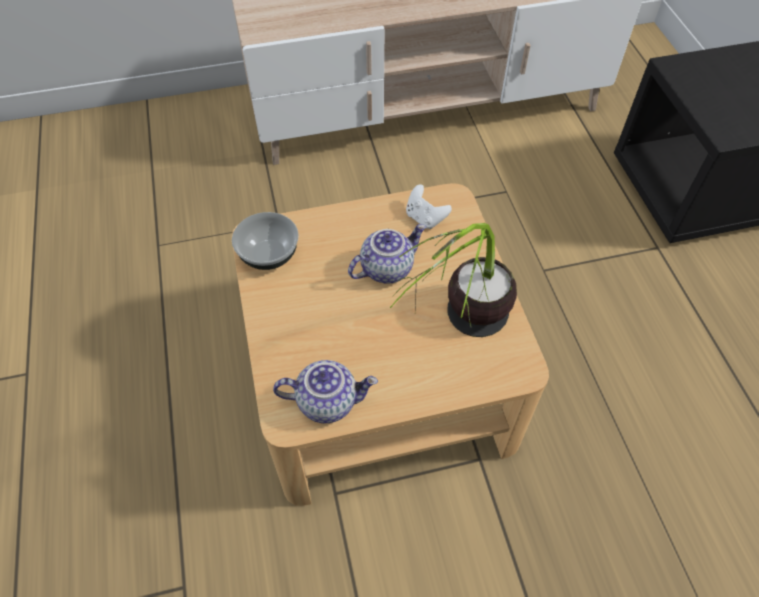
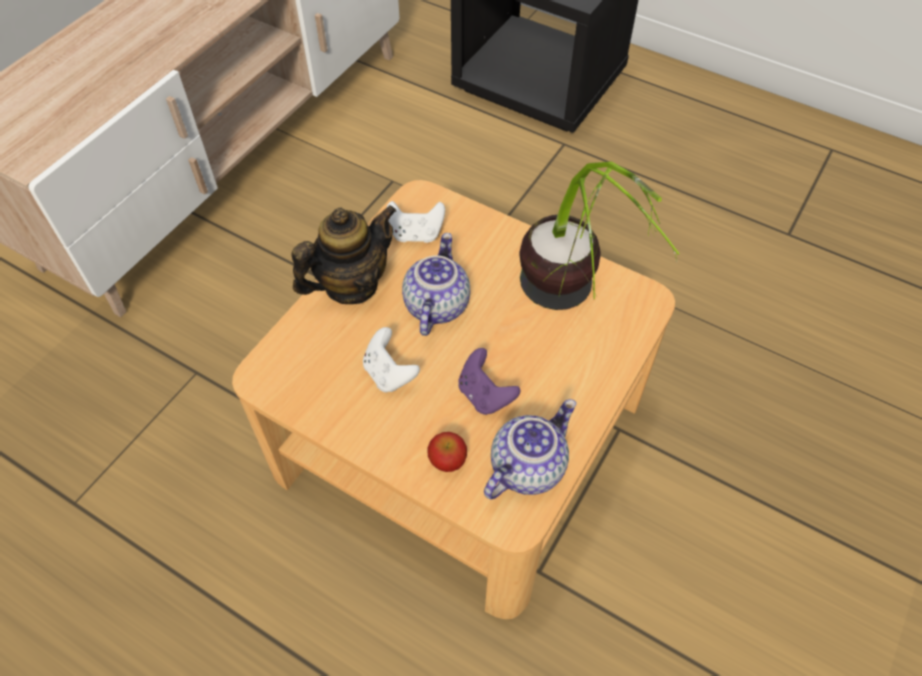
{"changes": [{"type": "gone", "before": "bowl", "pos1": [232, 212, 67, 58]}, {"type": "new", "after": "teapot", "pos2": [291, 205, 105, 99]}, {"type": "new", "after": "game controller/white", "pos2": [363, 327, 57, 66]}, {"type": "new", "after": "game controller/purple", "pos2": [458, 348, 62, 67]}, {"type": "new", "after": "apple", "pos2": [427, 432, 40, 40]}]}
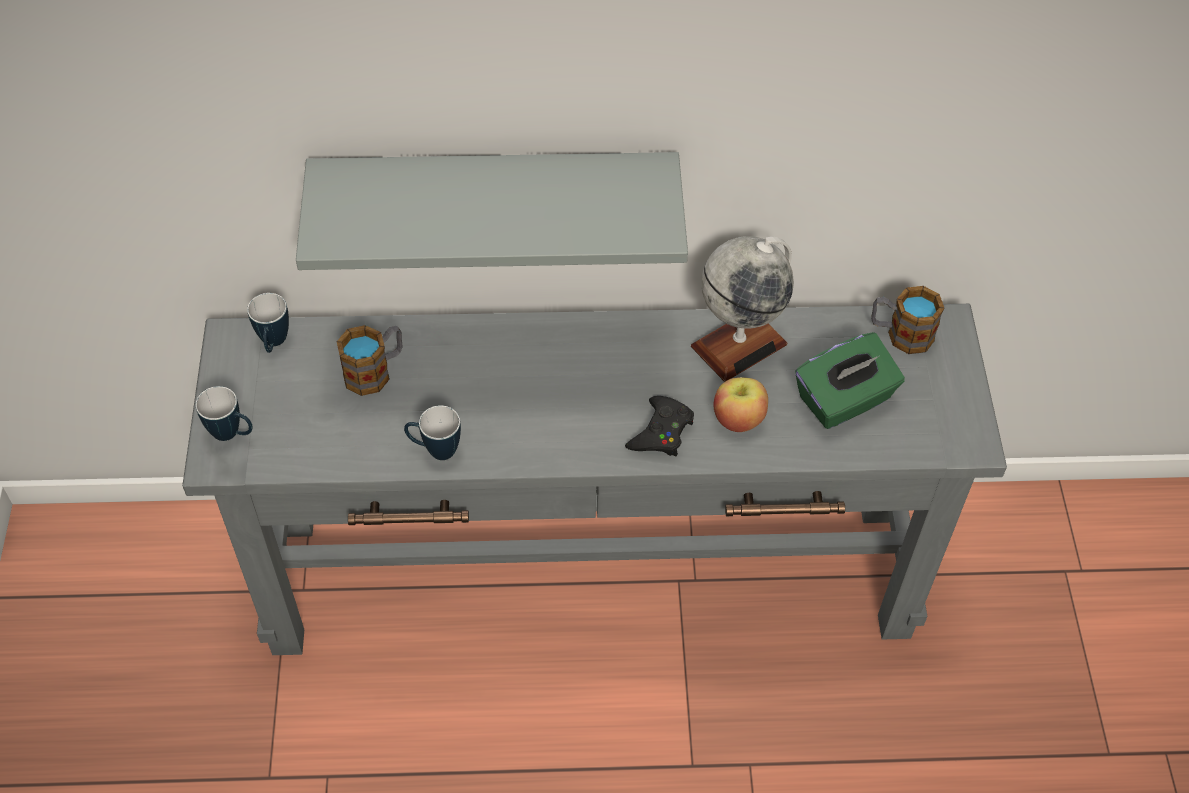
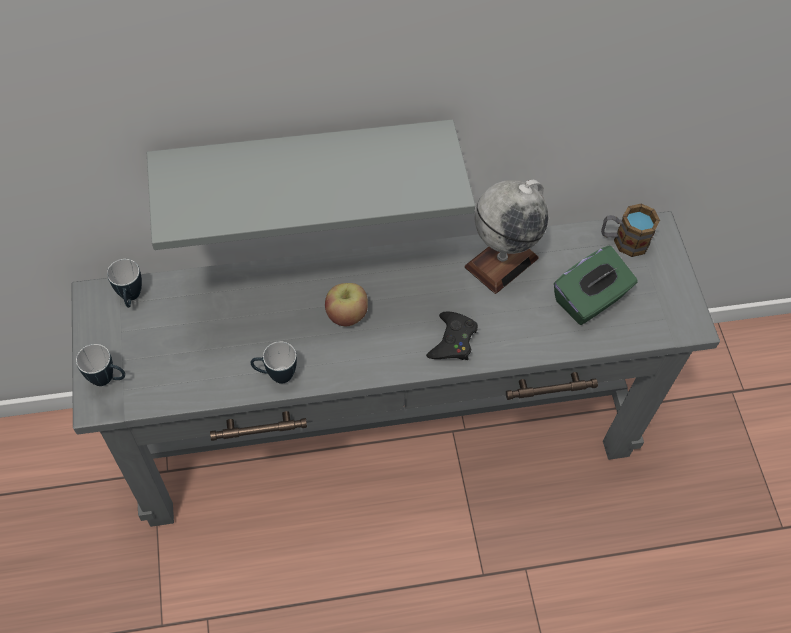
{"changes": [{"type": "gone", "before": "mug", "pos1": [337, 325, 65, 71]}, {"type": "shifted", "before": "apple", "pos1": [714, 377, 54, 55], "pos2": [325, 283, 43, 43]}]}
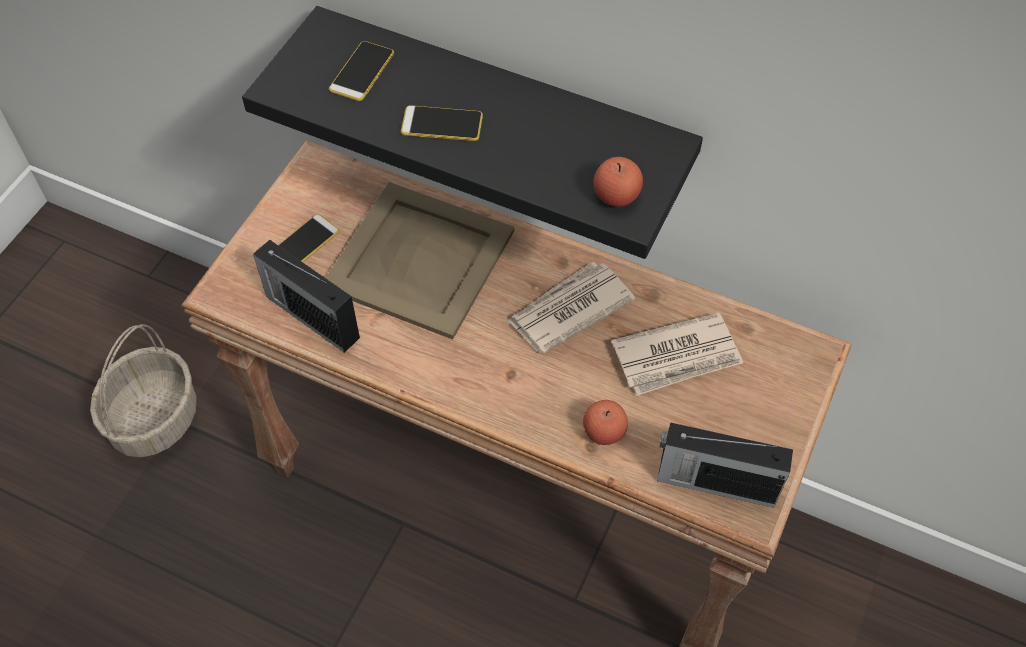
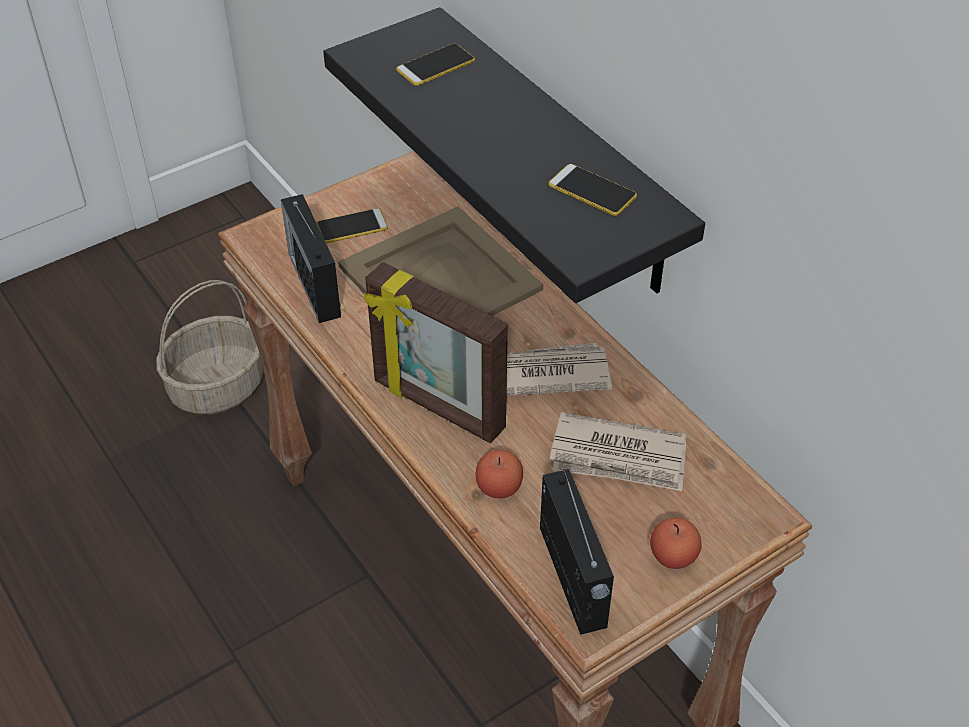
{"changes": [{"type": "shifted", "before": "phone", "pos1": [401, 105, 82, 36], "pos2": [548, 164, 89, 52]}, {"type": "shifted", "before": "apple", "pos1": [594, 157, 49, 50], "pos2": [650, 517, 52, 52]}, {"type": "rotated", "before": "radio", "pos1": [657, 422, 136, 86], "pos2": [540, 469, 74, 166], "turn": -150}, {"type": "new", "after": "picture frame", "pos2": [364, 262, 144, 182]}]}
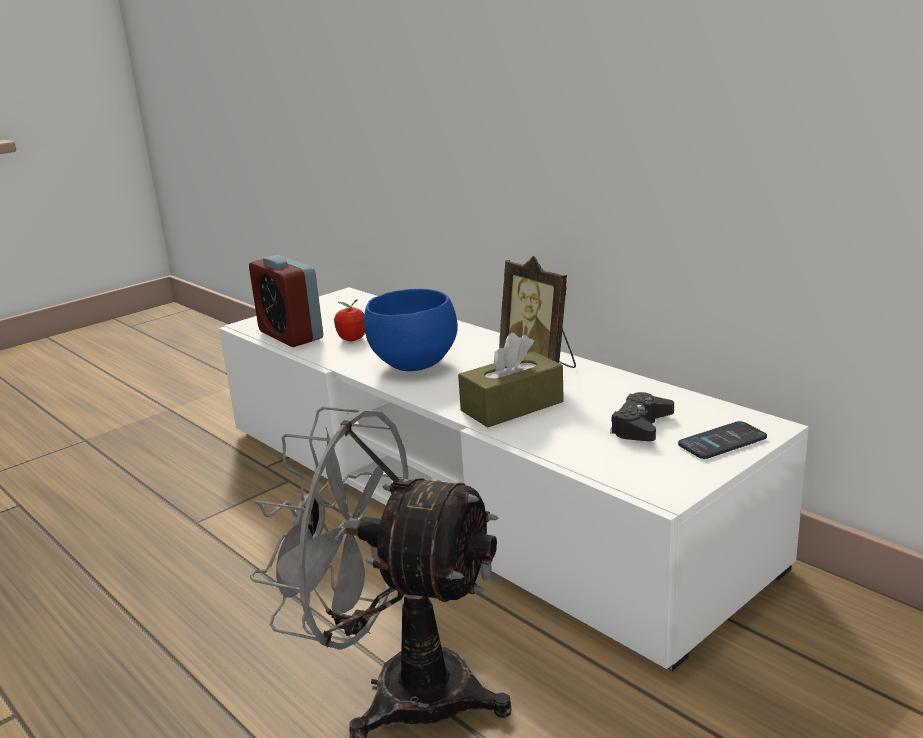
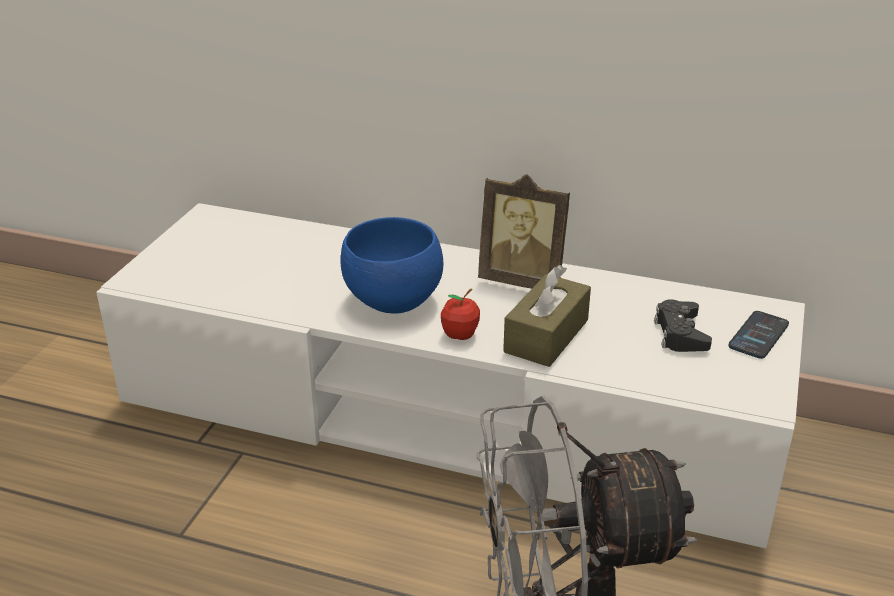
{"changes": [{"type": "gone", "before": "alarm clock", "pos1": [249, 255, 74, 92]}, {"type": "shifted", "before": "apple", "pos1": [334, 299, 31, 42], "pos2": [441, 289, 39, 51]}]}
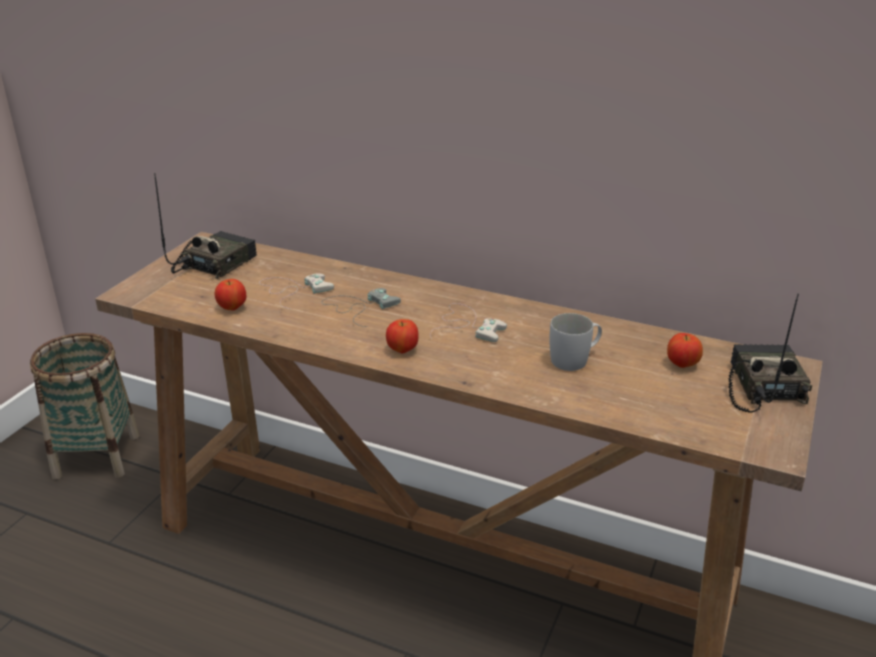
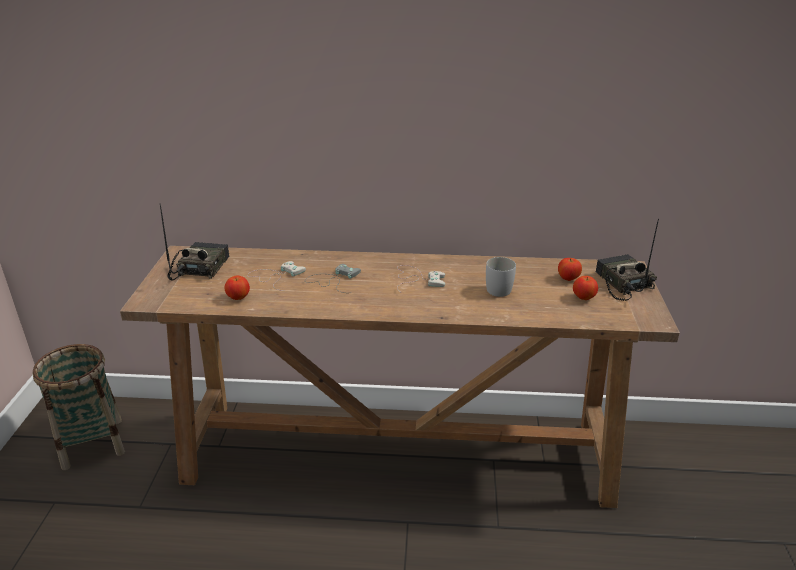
{"changes": [{"type": "shifted", "before": "apple", "pos1": [386, 319, 33, 35], "pos2": [573, 276, 25, 24]}]}
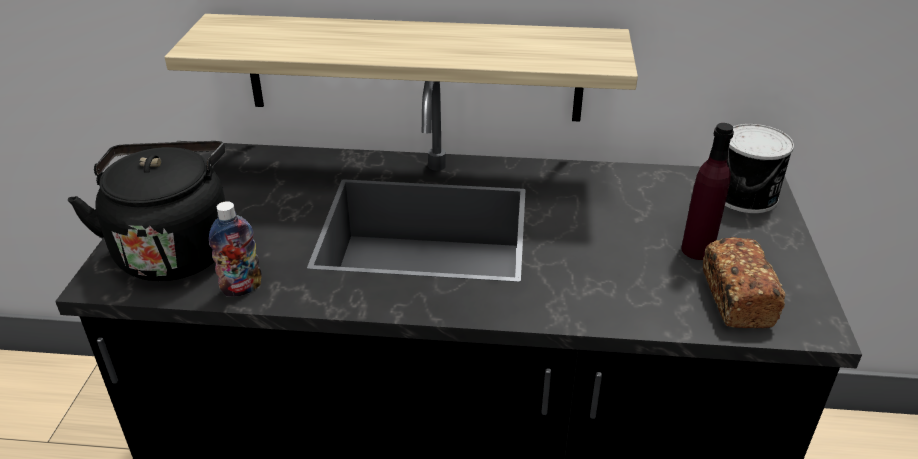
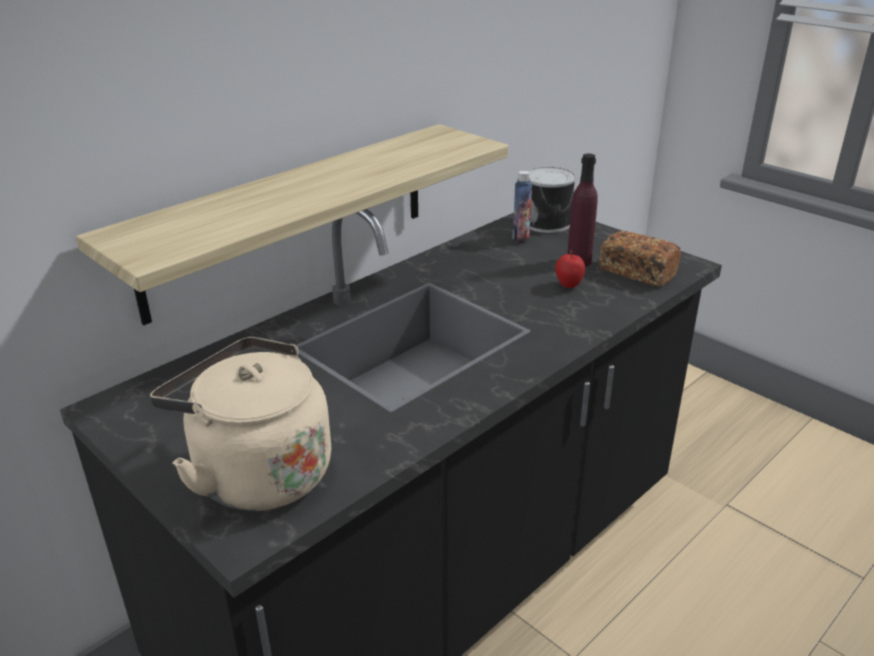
{"changes": [{"type": "repainted", "before": "kettle/black", "after": "kettle/beige", "pos1": [68, 141, 158, 140], "pos2": [150, 337, 181, 174]}, {"type": "shifted", "before": "bottle", "pos1": [209, 201, 52, 96], "pos2": [513, 170, 19, 73]}, {"type": "new", "after": "apple", "pos2": [555, 250, 30, 38]}]}
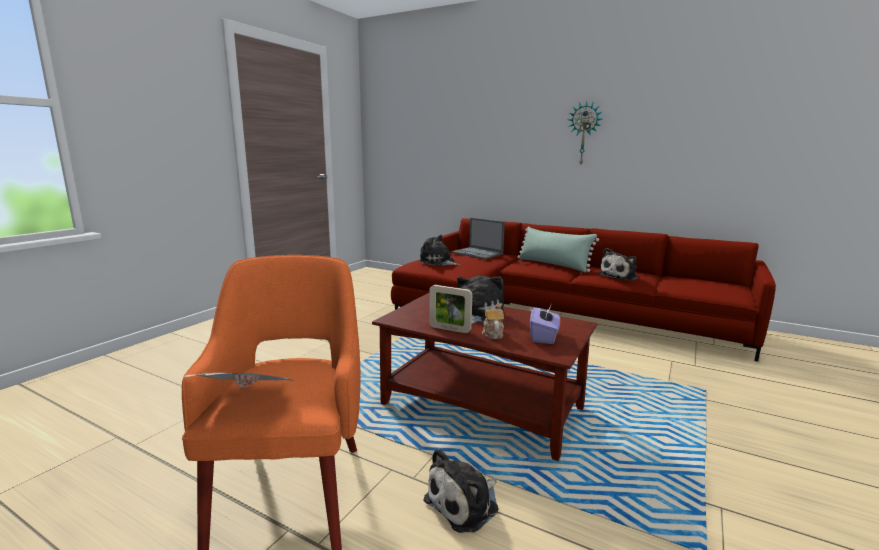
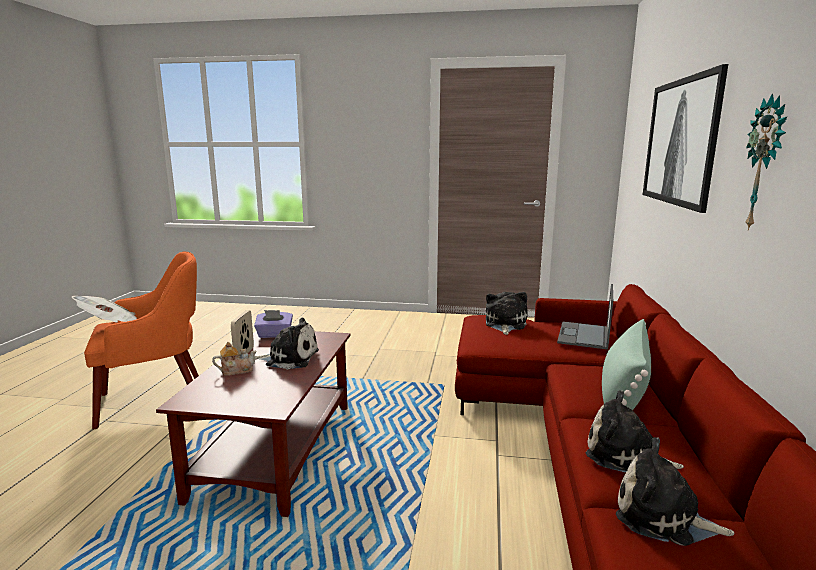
{"changes": [{"type": "shifted", "before": "tissue box/purple", "pos1": [530, 306, 30, 38], "pos2": [254, 310, 39, 28]}, {"type": "shifted", "before": "plush toy", "pos1": [423, 448, 76, 85], "pos2": [616, 437, 119, 109]}, {"type": "new", "after": "picture", "pos2": [643, 64, 85, 149]}]}
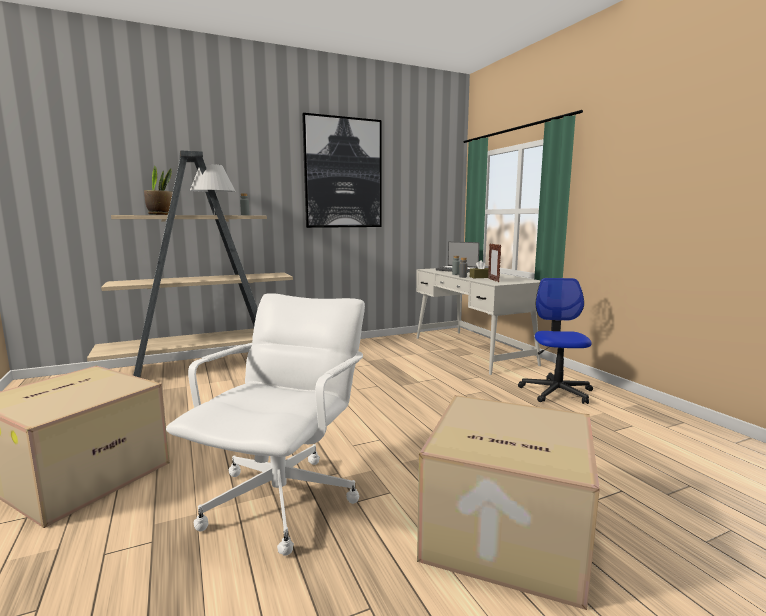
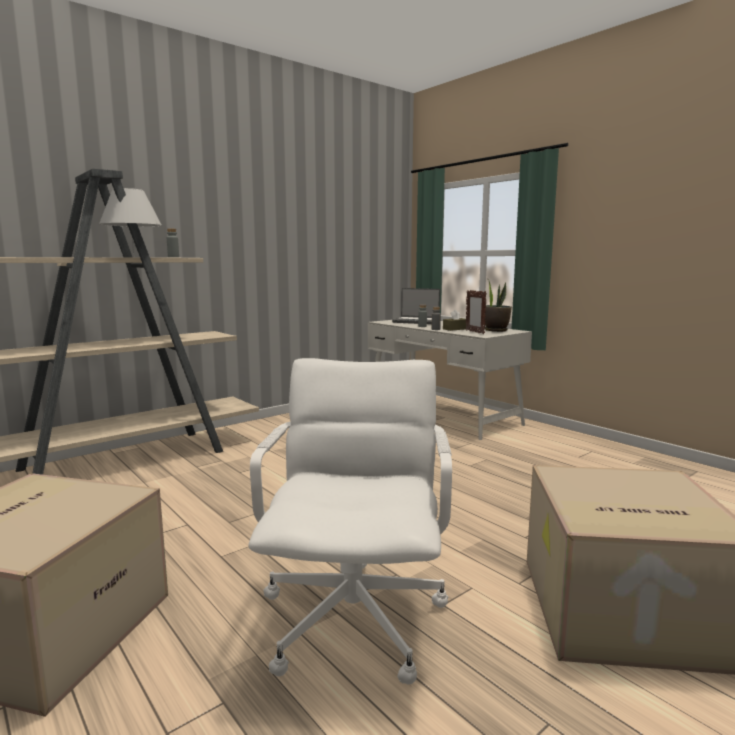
{"changes": [{"type": "gone", "before": "picture", "pos1": [302, 113, 80, 115]}, {"type": "shifted", "before": "potted plant", "pos1": [144, 165, 29, 50], "pos2": [484, 281, 28, 51]}, {"type": "gone", "before": "office chair", "pos1": [518, 278, 75, 126]}]}
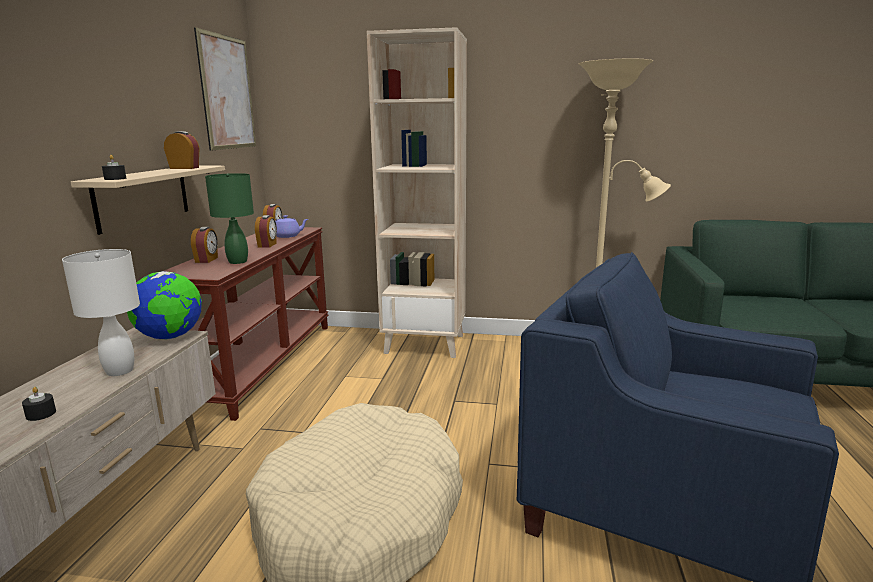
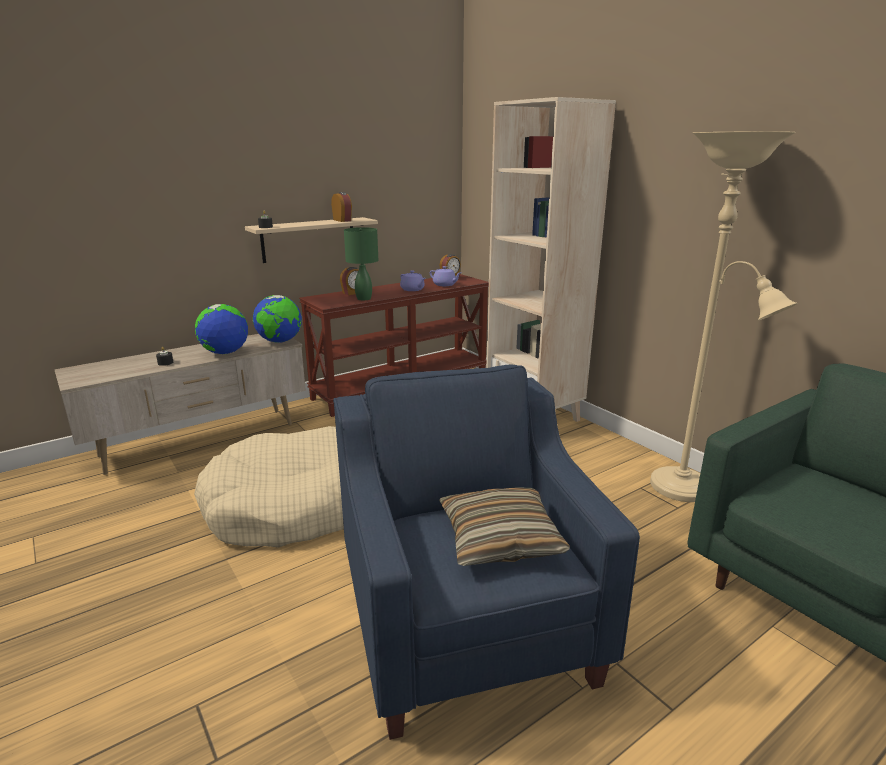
{"changes": [{"type": "gone", "before": "picture", "pos1": [194, 27, 62, 124]}, {"type": "swapped", "before": "alarm clock", "after": "teapot/purple", "pos1": [255, 215, 22, 32], "pos2": [400, 271, 25, 20]}, {"type": "swapped", "before": "table lamp/white", "after": "globe", "pos1": [62, 249, 78, 127], "pos2": [195, 304, 53, 50]}, {"type": "new", "after": "pillow", "pos2": [439, 487, 131, 79]}]}
